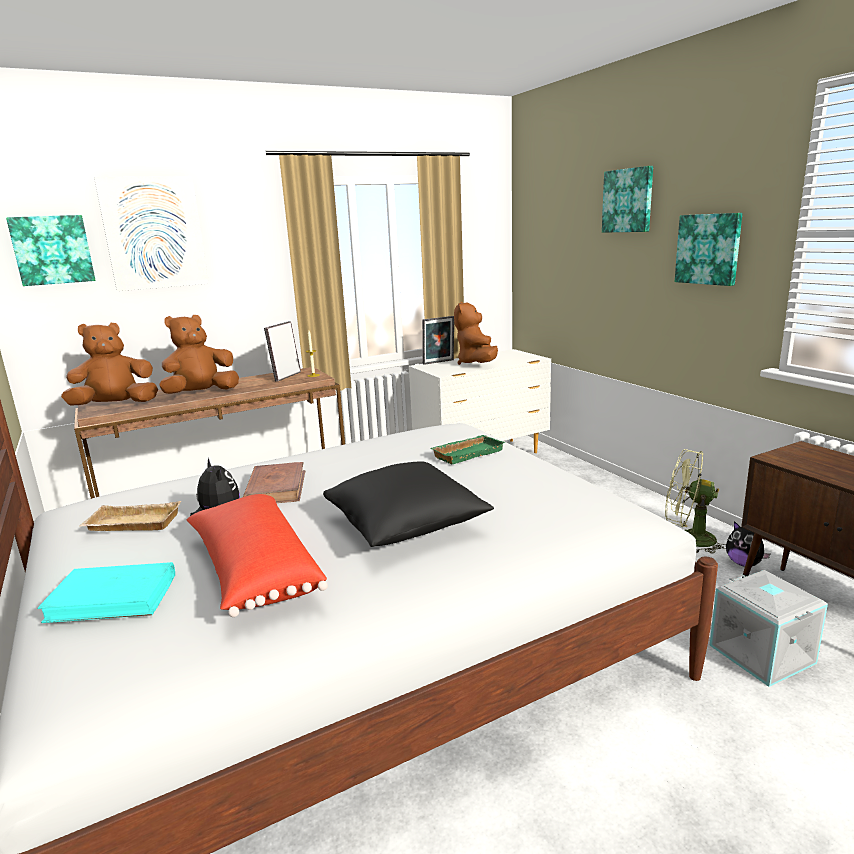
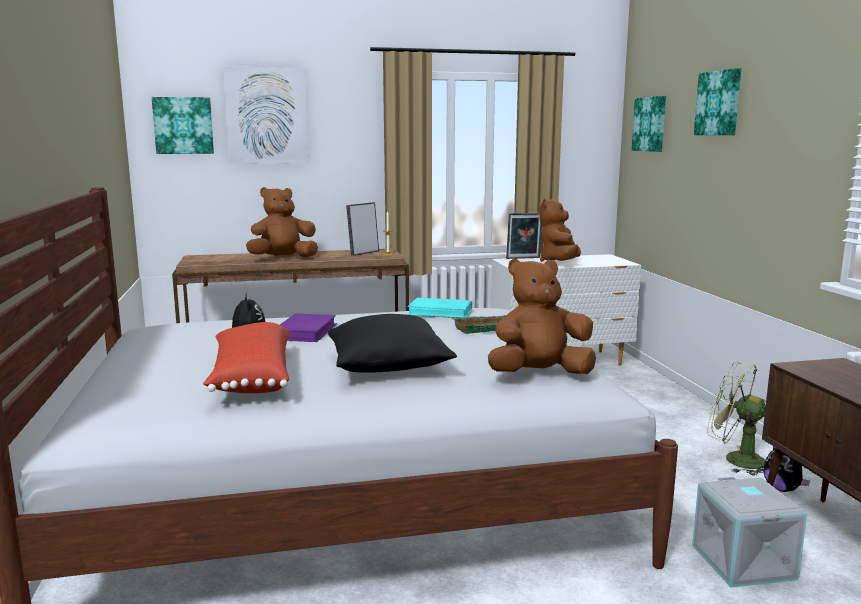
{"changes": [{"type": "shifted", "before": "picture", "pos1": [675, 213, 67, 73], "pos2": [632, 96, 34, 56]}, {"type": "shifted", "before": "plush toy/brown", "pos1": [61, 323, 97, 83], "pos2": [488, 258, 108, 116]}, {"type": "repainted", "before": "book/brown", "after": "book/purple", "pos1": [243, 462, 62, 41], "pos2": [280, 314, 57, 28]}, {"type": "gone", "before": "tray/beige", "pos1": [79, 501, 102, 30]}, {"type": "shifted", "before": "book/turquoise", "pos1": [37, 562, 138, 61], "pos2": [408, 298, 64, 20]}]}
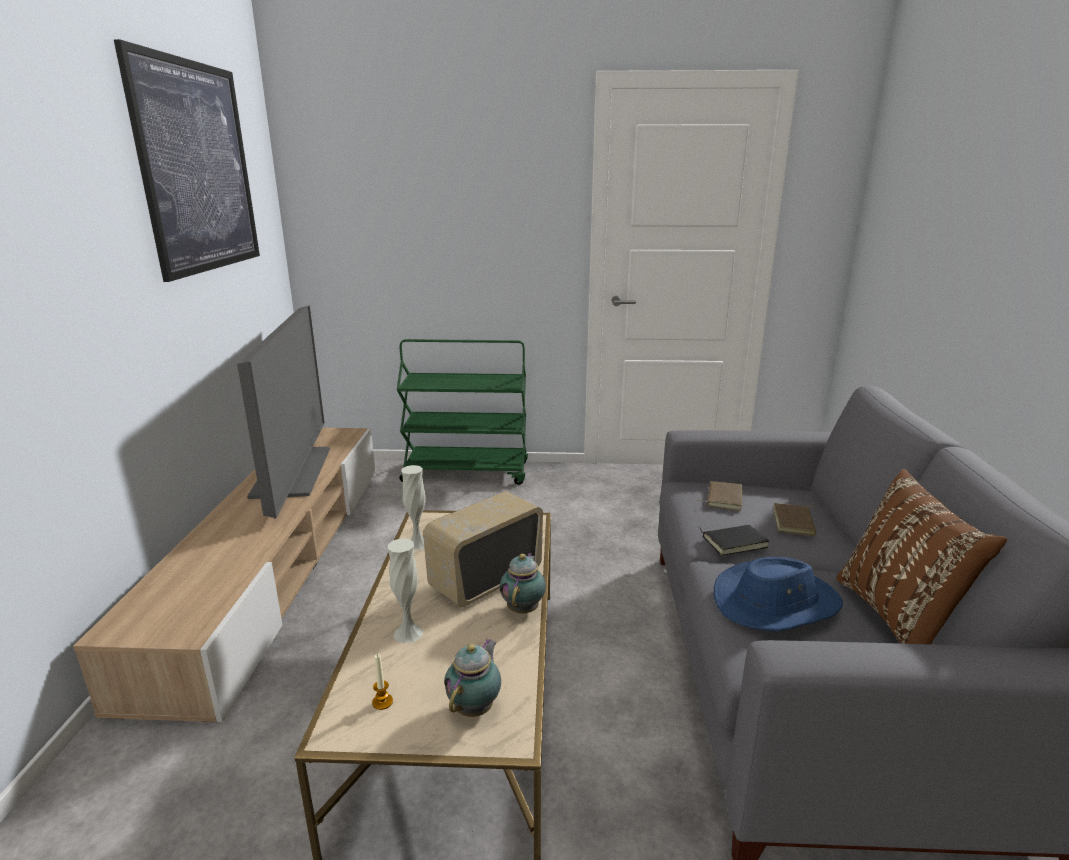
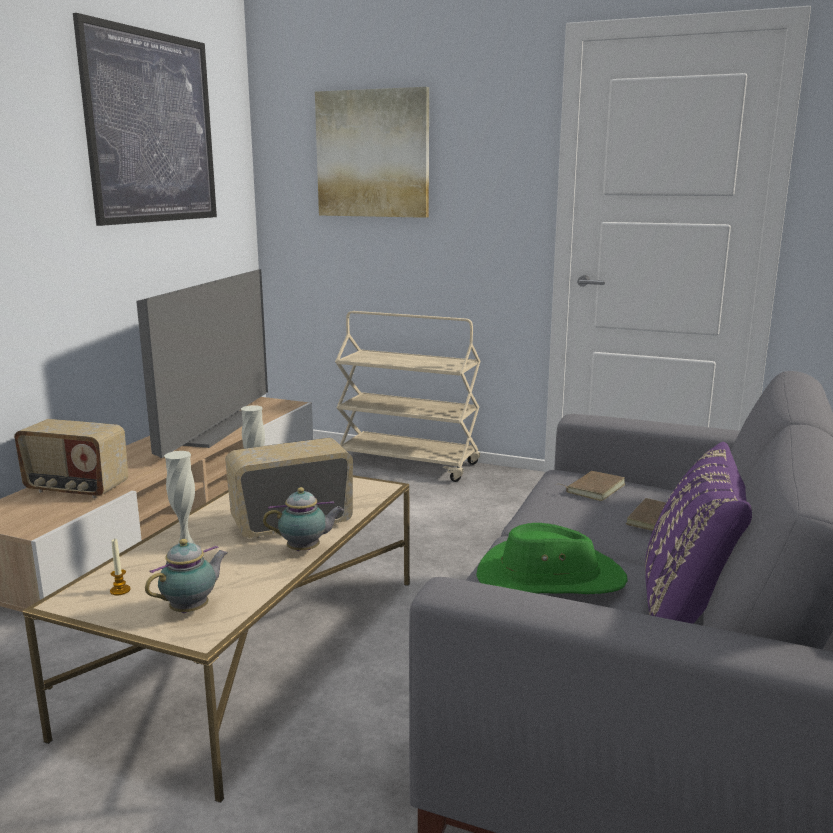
{"changes": [{"type": "repainted", "before": "cart/green", "after": "cart/beige", "pos1": [397, 339, 131, 146], "pos2": [335, 311, 145, 171]}, {"type": "repainted", "before": "pillow/brown", "after": "pillow/purple", "pos1": [836, 469, 171, 175], "pos2": [645, 442, 107, 182]}, {"type": "gone", "before": "book/black", "pos1": [699, 525, 71, 30]}, {"type": "rotated", "before": "teapot", "pos1": [500, 553, 46, 61], "pos2": [263, 487, 81, 64], "turn": 45}, {"type": "repainted", "before": "hat/blue", "after": "hat/green", "pos1": [714, 557, 129, 74], "pos2": [476, 523, 152, 71]}, {"type": "new", "after": "picture", "pos2": [315, 87, 114, 131]}, {"type": "new", "after": "radio", "pos2": [14, 419, 114, 79]}]}
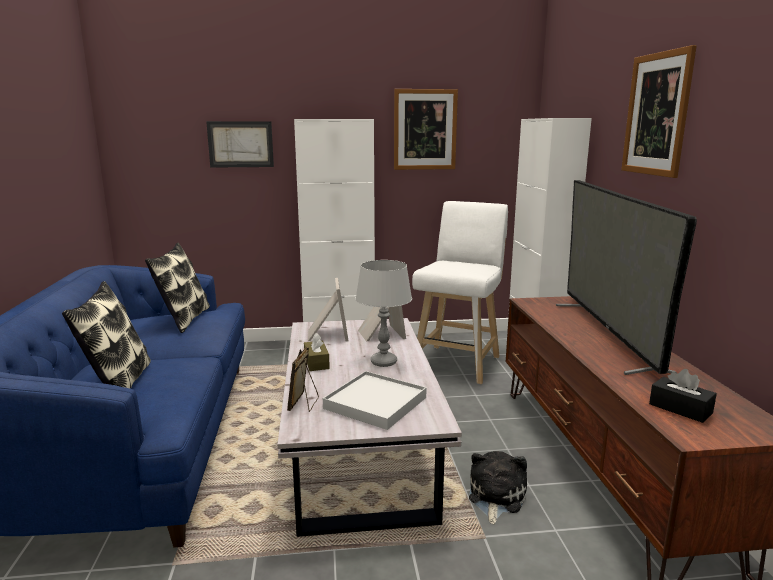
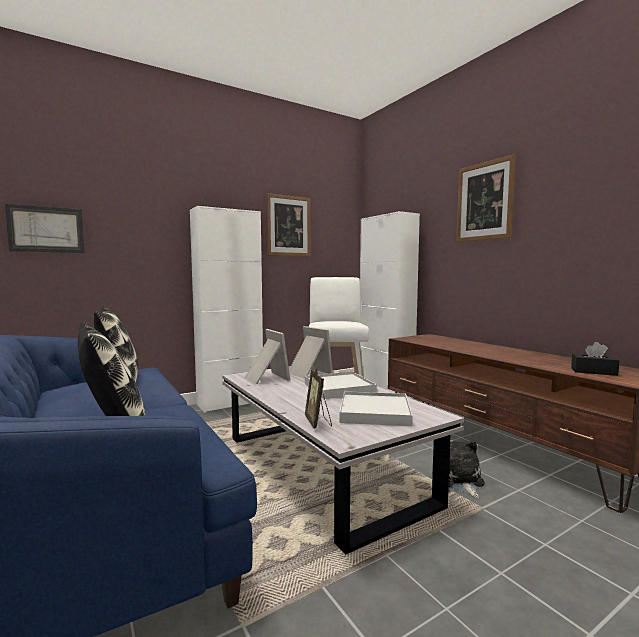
{"changes": [{"type": "shifted", "before": "picture", "pos1": [206, 121, 68, 47], "pos2": [5, 204, 79, 49]}, {"type": "gone", "before": "television", "pos1": [556, 180, 141, 195]}, {"type": "swapped", "before": "table lamp/grey", "after": "tray/white", "pos1": [355, 260, 57, 107], "pos2": [305, 371, 72, 28]}, {"type": "gone", "before": "tissue box/brown", "pos1": [304, 333, 26, 38]}]}
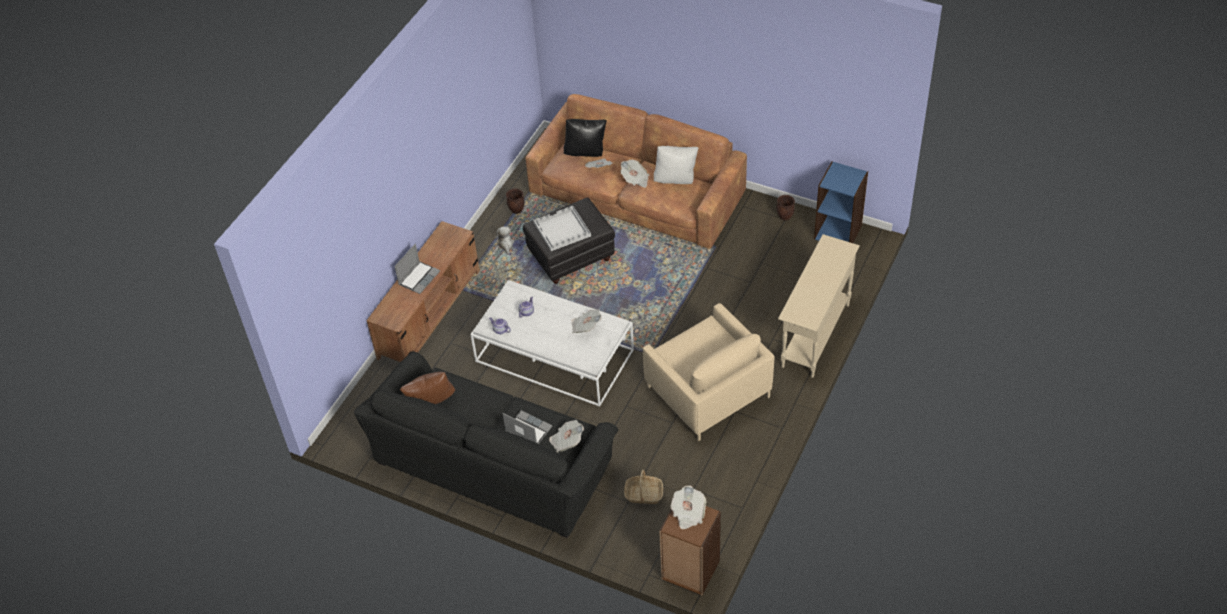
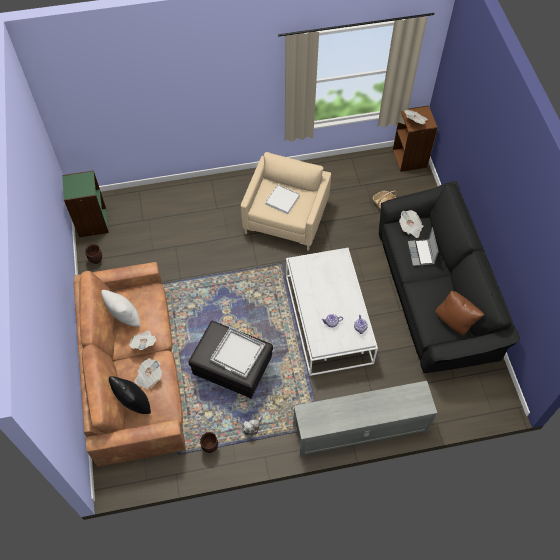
{"changes": [{"type": "repainted", "before": "bookcase/blue", "after": "bookcase/green", "pos1": [814, 161, 54, 82], "pos2": [62, 170, 47, 68]}, {"type": "repainted", "before": "tv stand/brown", "after": "tv stand/grey", "pos1": [366, 221, 114, 141], "pos2": [293, 381, 144, 76]}, {"type": "gone", "before": "console table/beige", "pos1": [778, 234, 82, 144]}, {"type": "gone", "before": "laptop", "pos1": [394, 244, 46, 50]}, {"type": "gone", "before": "newspaper", "pos1": [572, 310, 30, 23]}, {"type": "new", "after": "tray/white", "pos2": [265, 184, 35, 30]}]}
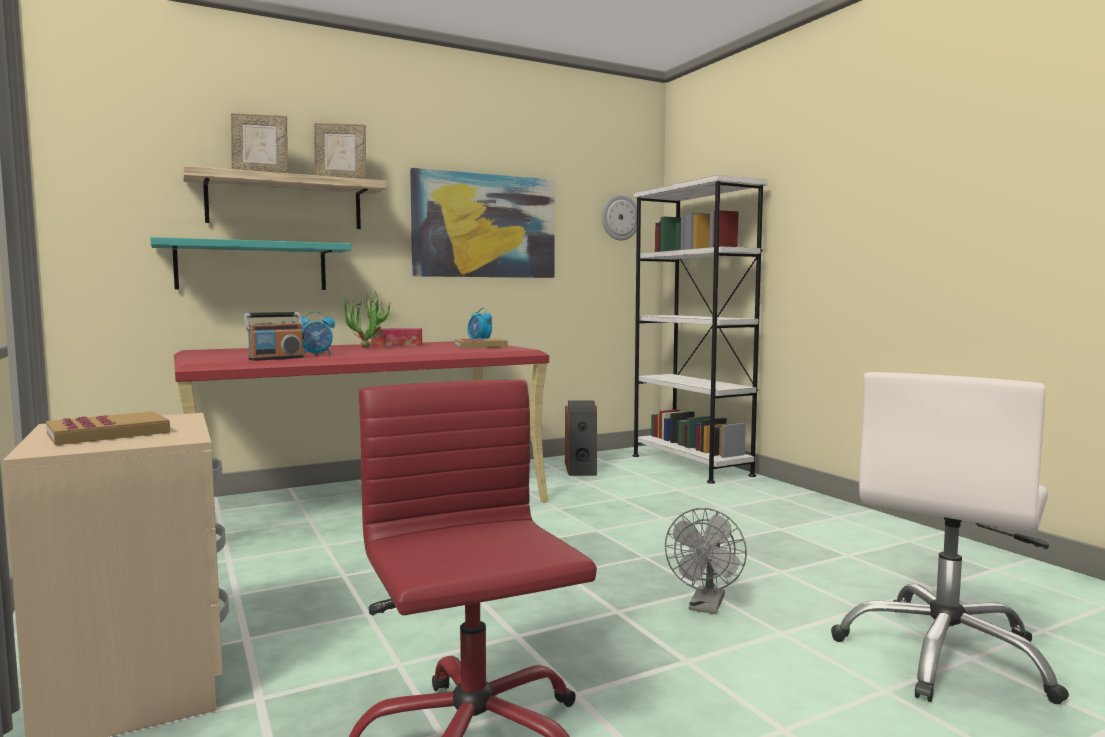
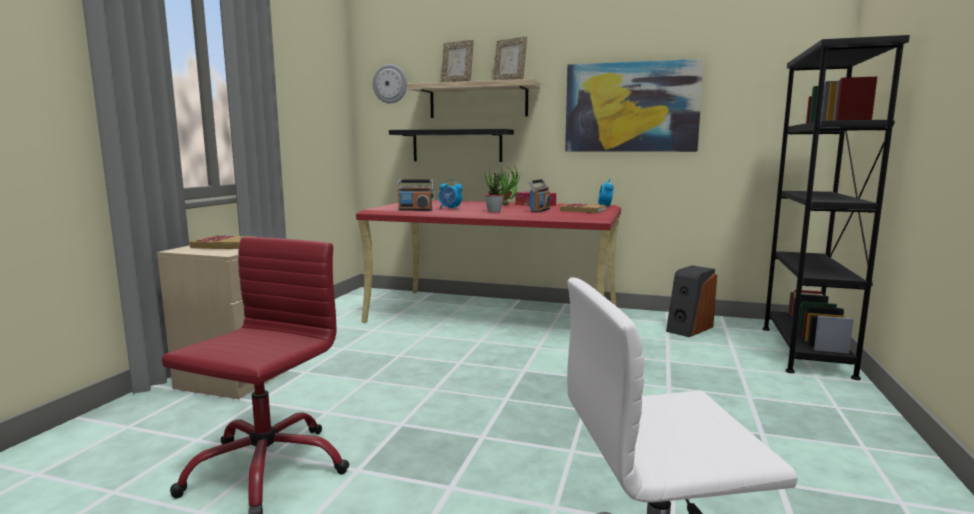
{"changes": [{"type": "repainted", "before": "bookcase/white", "after": "bookcase/black", "pos1": [633, 175, 135, 309], "pos2": [762, 35, 148, 345]}, {"type": "shifted", "before": "wall clock", "pos1": [602, 195, 35, 46], "pos2": [373, 64, 34, 39]}, {"type": "repainted", "before": "shelf/turquoise", "after": "shelf/black", "pos1": [150, 237, 201, 53], "pos2": [389, 129, 125, 33]}, {"type": "gone", "before": "fan/grey", "pos1": [665, 508, 82, 106]}, {"type": "new", "after": "potted plant", "pos2": [484, 173, 21, 39]}, {"type": "new", "after": "radio", "pos2": [528, 179, 22, 34]}]}
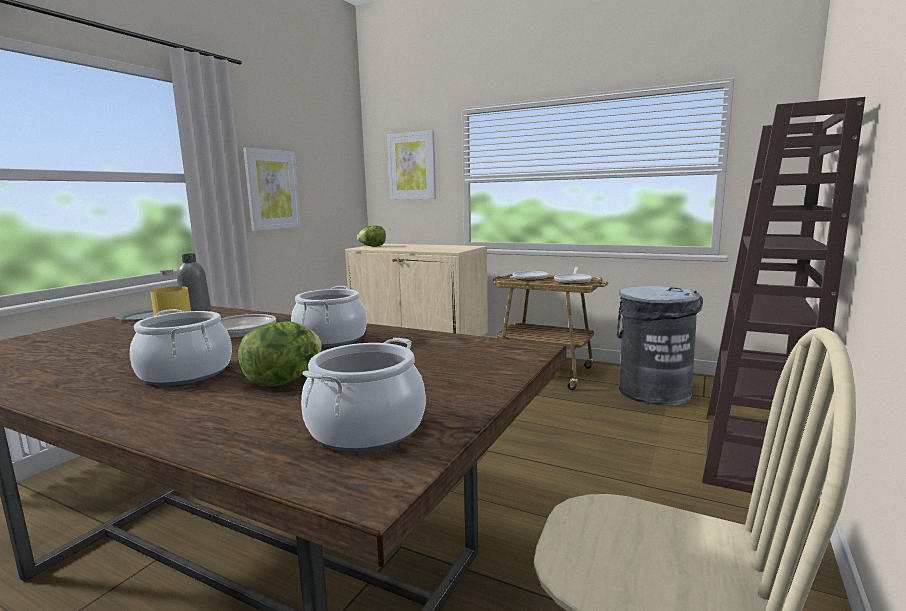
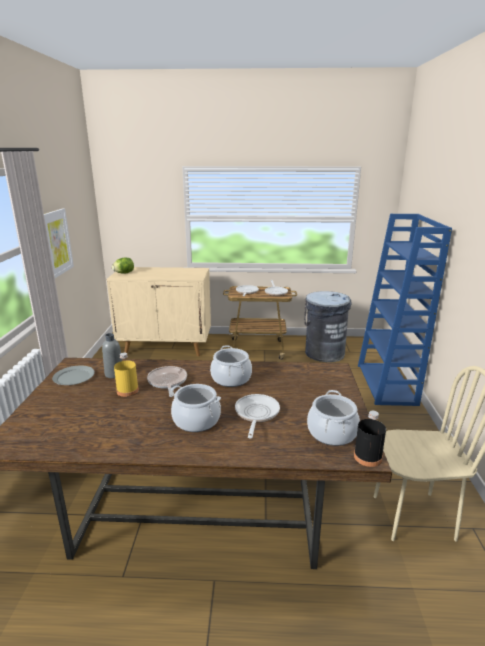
{"changes": [{"type": "repainted", "before": "bookcase/brown", "after": "bookcase/blue", "pos1": [702, 97, 164, 396], "pos2": [358, 214, 94, 192]}, {"type": "gone", "before": "picture", "pos1": [387, 130, 49, 70]}, {"type": "swapped", "before": "lettuce", "after": "frying pan", "pos1": [238, 321, 84, 65], "pos2": [235, 394, 45, 44]}, {"type": "new", "after": "bottle/black", "pos2": [354, 411, 32, 56]}]}
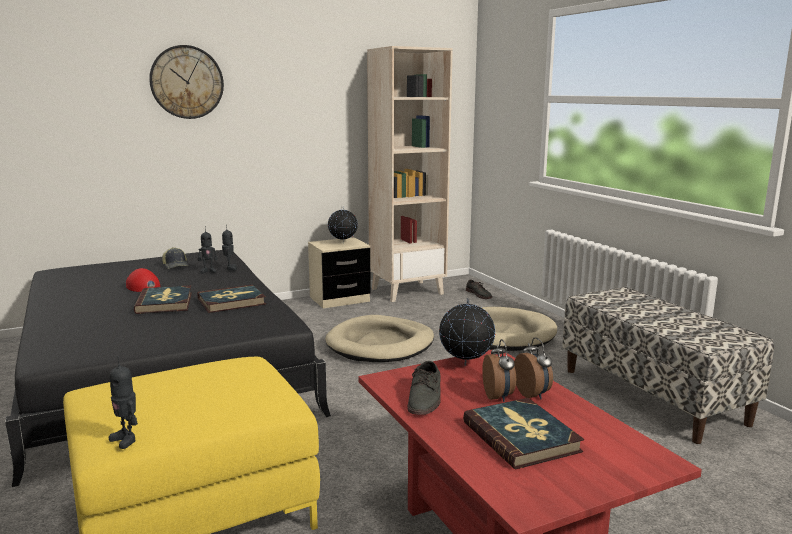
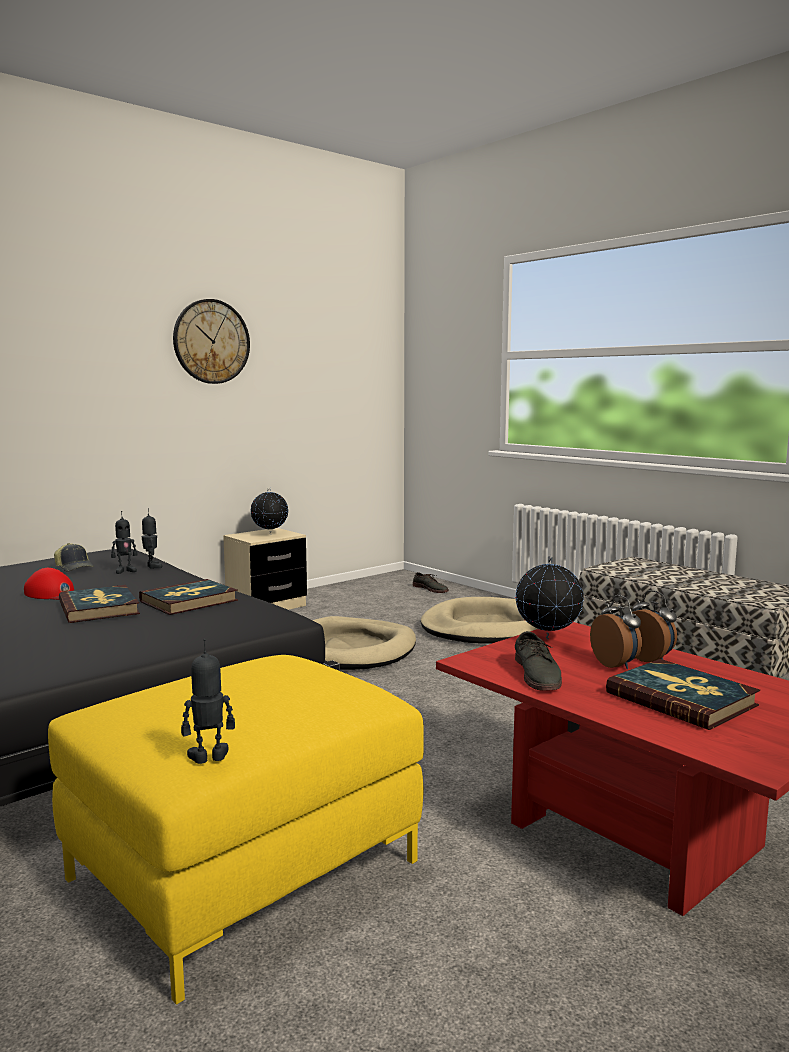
{"changes": [{"type": "shifted", "before": "wall clock", "pos1": [149, 45, 75, 74], "pos2": [173, 299, 77, 85]}, {"type": "gone", "before": "bookcase/beige", "pos1": [367, 46, 86, 256]}, {"type": "rotated", "before": "toy robot", "pos1": [109, 356, 29, 93], "pos2": [181, 639, 54, 125], "turn": 135}]}
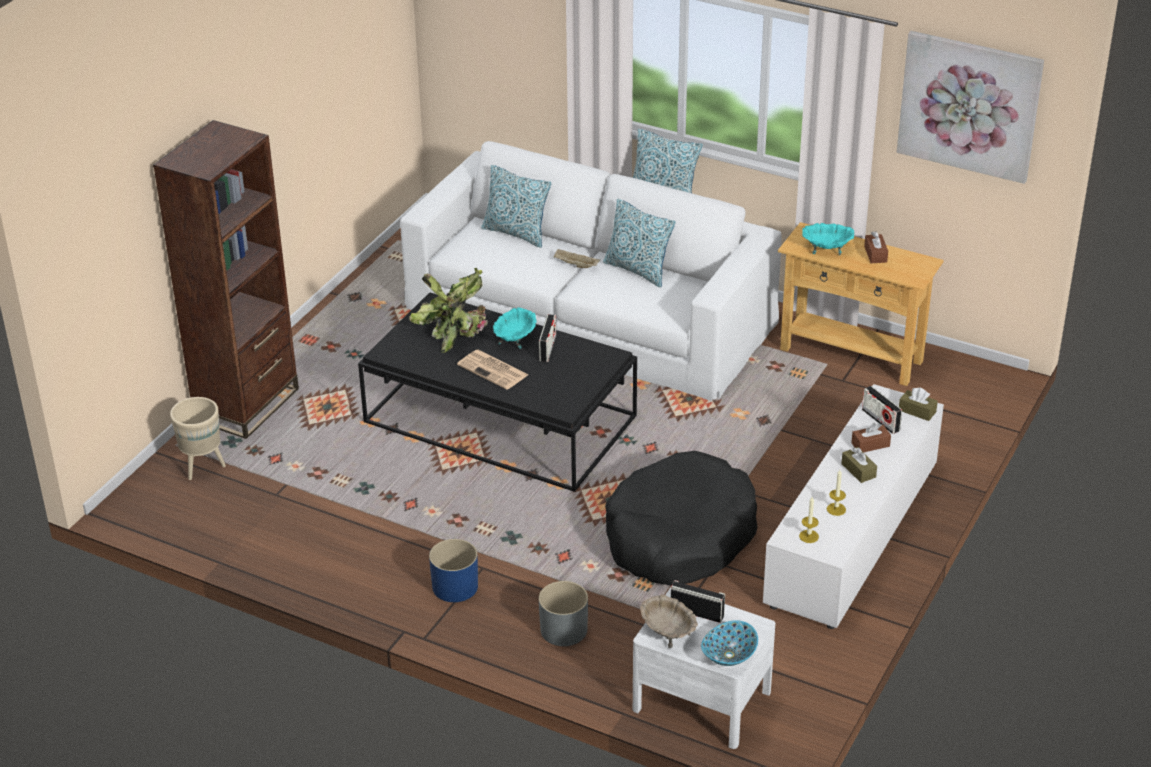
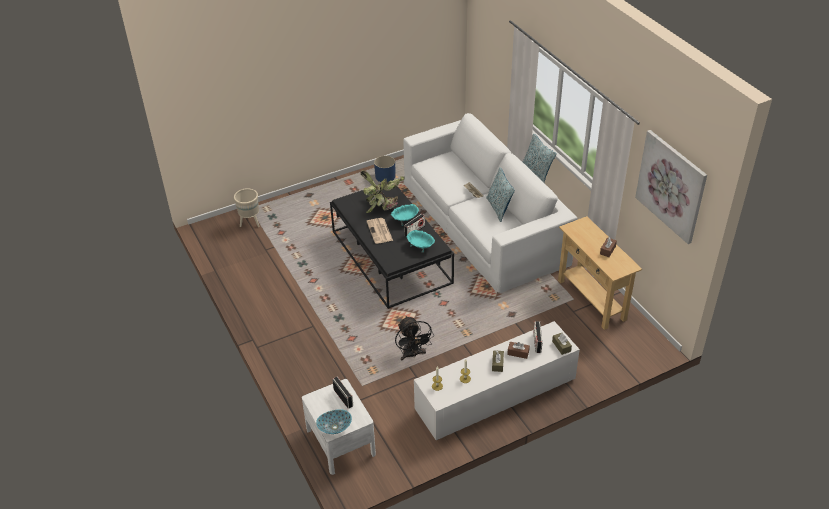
{"changes": [{"type": "gone", "before": "bookcase/brown", "pos1": [153, 120, 146, 319]}, {"type": "gone", "before": "pillow", "pos1": [481, 165, 71, 83]}, {"type": "shifted", "before": "bowl/turquoise", "pos1": [802, 223, 52, 32], "pos2": [406, 230, 29, 23]}, {"type": "swapped", "before": "dog bed/black", "after": "fan/black", "pos1": [605, 451, 153, 135], "pos2": [395, 316, 39, 44]}, {"type": "shifted", "before": "planter/blue", "pos1": [429, 539, 49, 63], "pos2": [374, 156, 21, 26]}, {"type": "gone", "before": "planter/grey", "pos1": [539, 581, 49, 65]}, {"type": "gone", "before": "bowl/beige", "pos1": [640, 594, 58, 54]}]}
